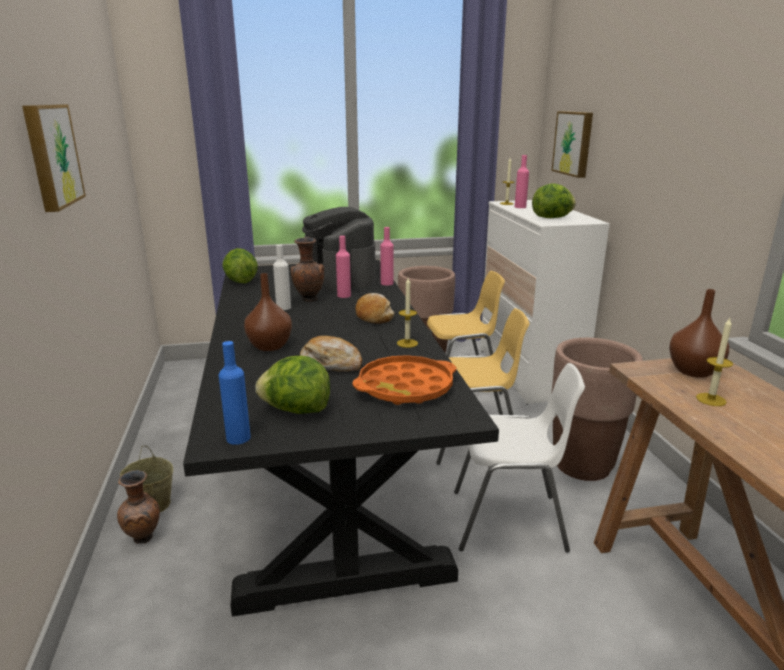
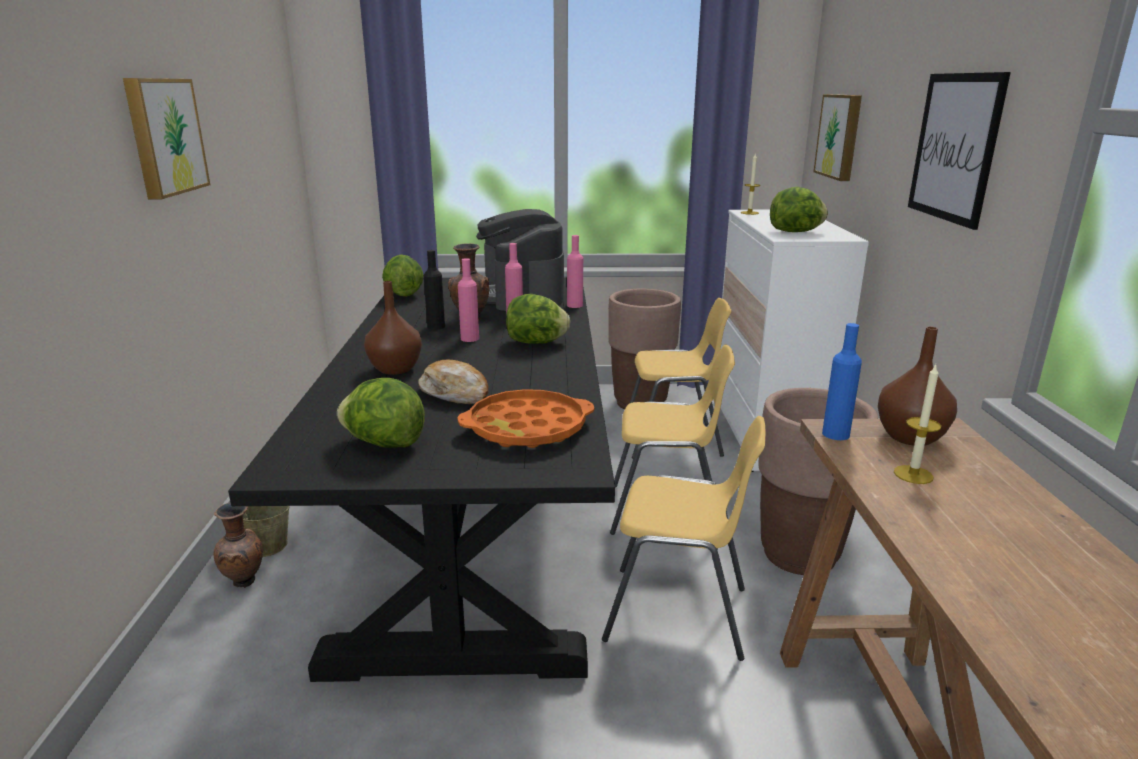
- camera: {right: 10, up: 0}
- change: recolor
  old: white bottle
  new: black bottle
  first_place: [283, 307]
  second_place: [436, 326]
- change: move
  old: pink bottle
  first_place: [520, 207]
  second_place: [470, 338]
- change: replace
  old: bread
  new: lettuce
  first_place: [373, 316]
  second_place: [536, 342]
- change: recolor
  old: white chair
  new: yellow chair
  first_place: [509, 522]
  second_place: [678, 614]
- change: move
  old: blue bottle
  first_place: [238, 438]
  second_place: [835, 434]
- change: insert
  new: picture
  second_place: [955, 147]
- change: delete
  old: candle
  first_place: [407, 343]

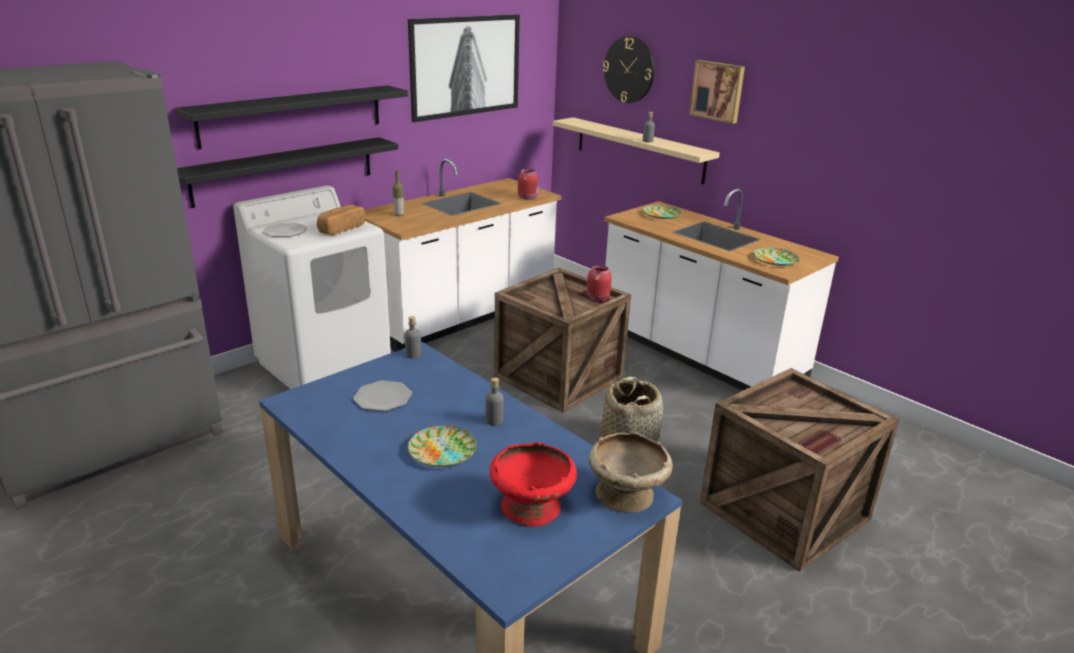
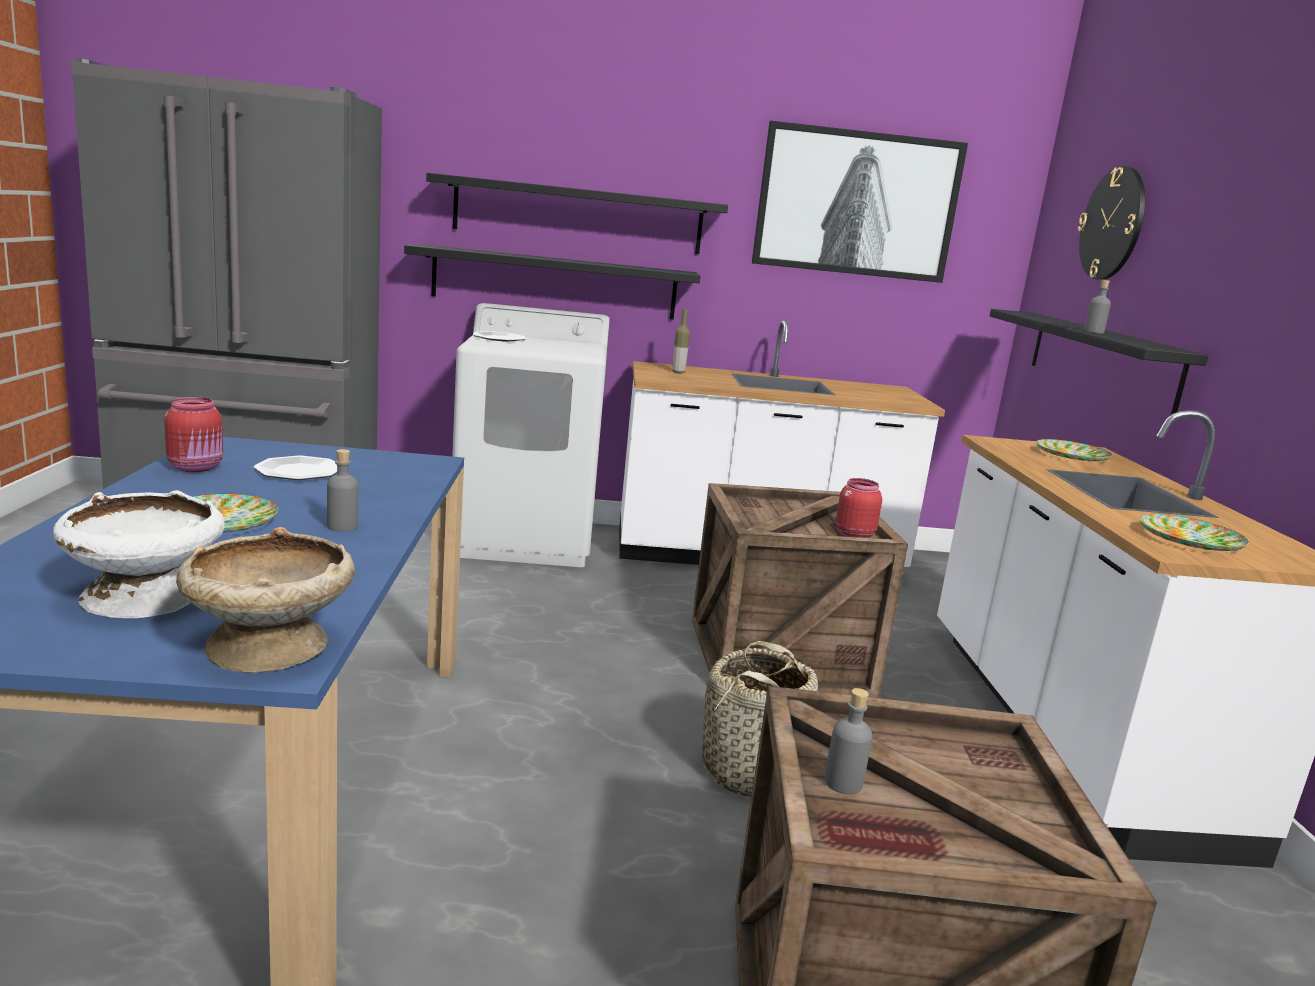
- camera: {right: 40, up: -10}
- change: recolor
  old: red bowl
  new: white bowl
  first_place: [531, 505]
  second_place: [146, 596]
- change: move
  old: red jar
  first_place: [528, 197]
  second_place: [197, 468]
- change: move
  old: grey bottle
  first_place: [413, 354]
  second_place: [843, 783]
- change: recolor
  old: beige shelf
  new: black shelf
  first_place: [639, 149]
  second_place: [1100, 359]
- change: delete
  old: bread
  first_place: [341, 229]
- change: delete
  old: picture
  first_place: [717, 91]

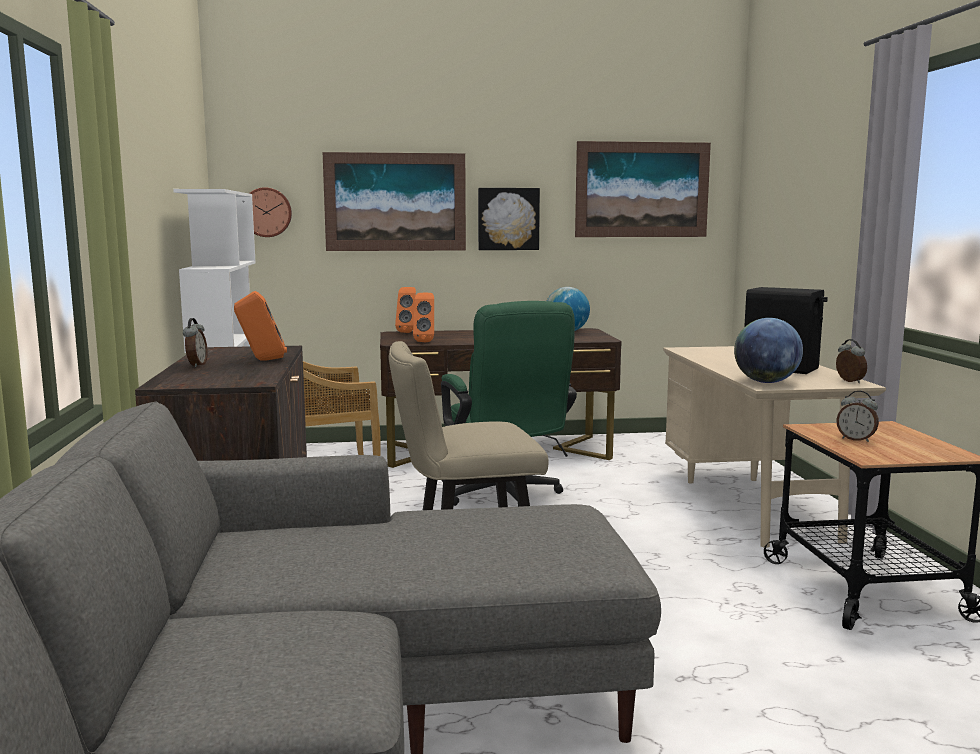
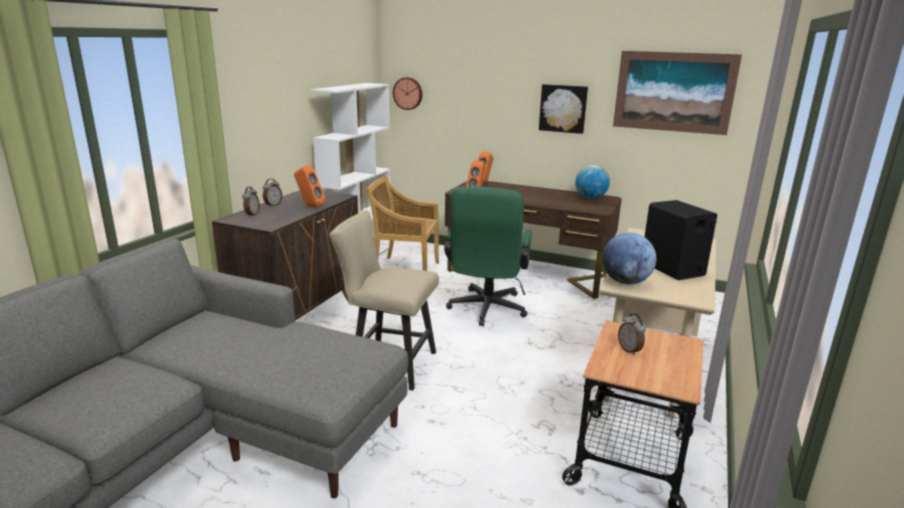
- camera: {right: 30, up: 10}
- change: move
  old: alarm clock
  first_place: [849, 381]
  second_place: [251, 215]
- change: delete
  old: picture
  first_place: [395, 202]

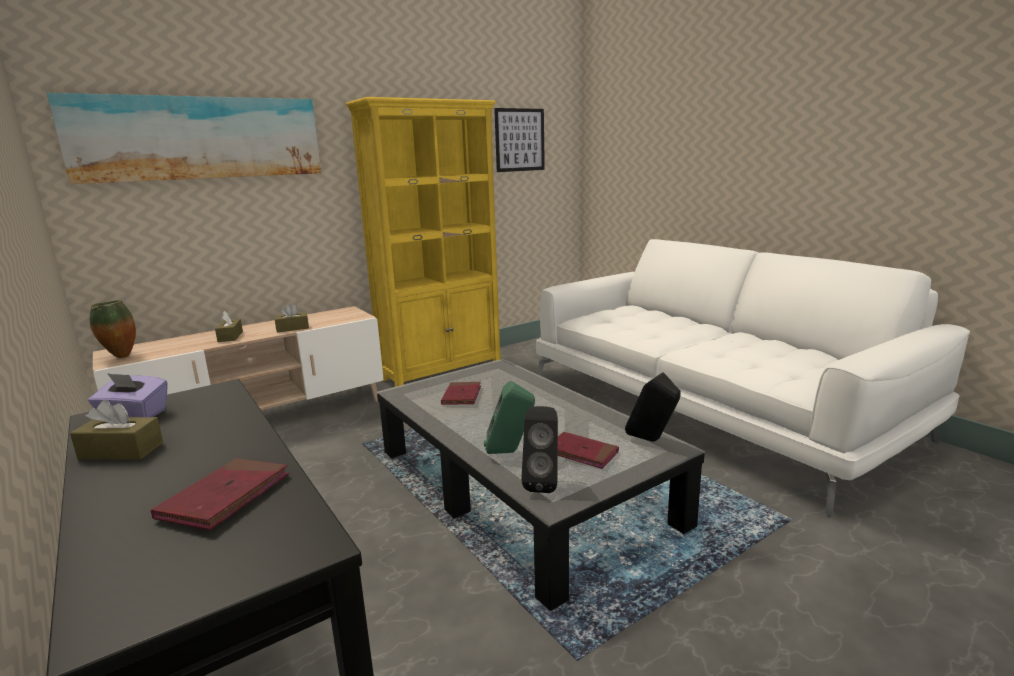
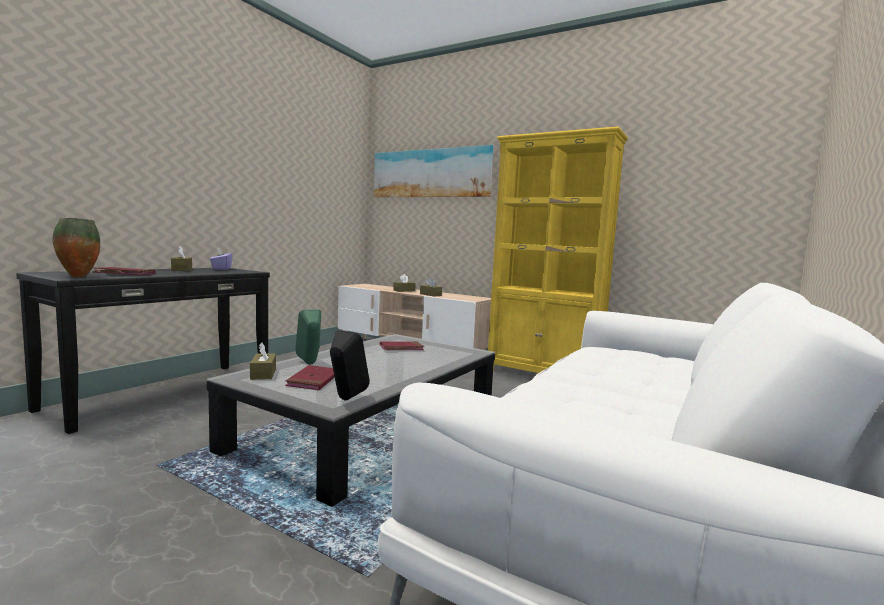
- camera: {right: 65, up: -10}
- change: move
  old: vase
  first_place: [120, 357]
  second_place: [78, 277]
- change: replace
  old: black speaker
  new: brown tissue box
  first_place: [542, 482]
  second_place: [263, 374]
- change: delete
  old: picture
  first_place: [520, 140]

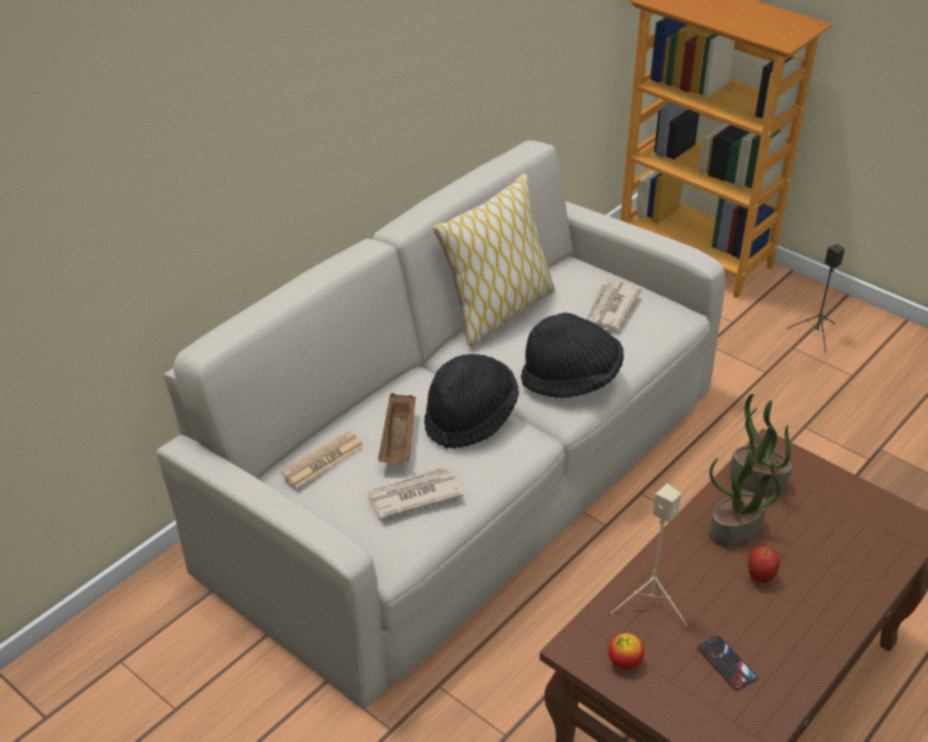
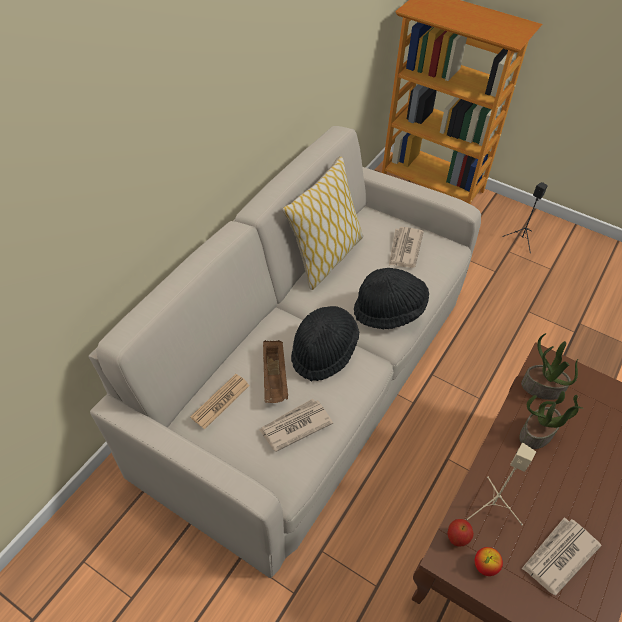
- camera: {right: -10, up: 10}
- change: move
  old: apple
  first_place: [760, 577]
  second_place: [456, 539]
- change: replace
  old: phone
  new: newspaper
  first_place: [726, 663]
  second_place: [558, 556]

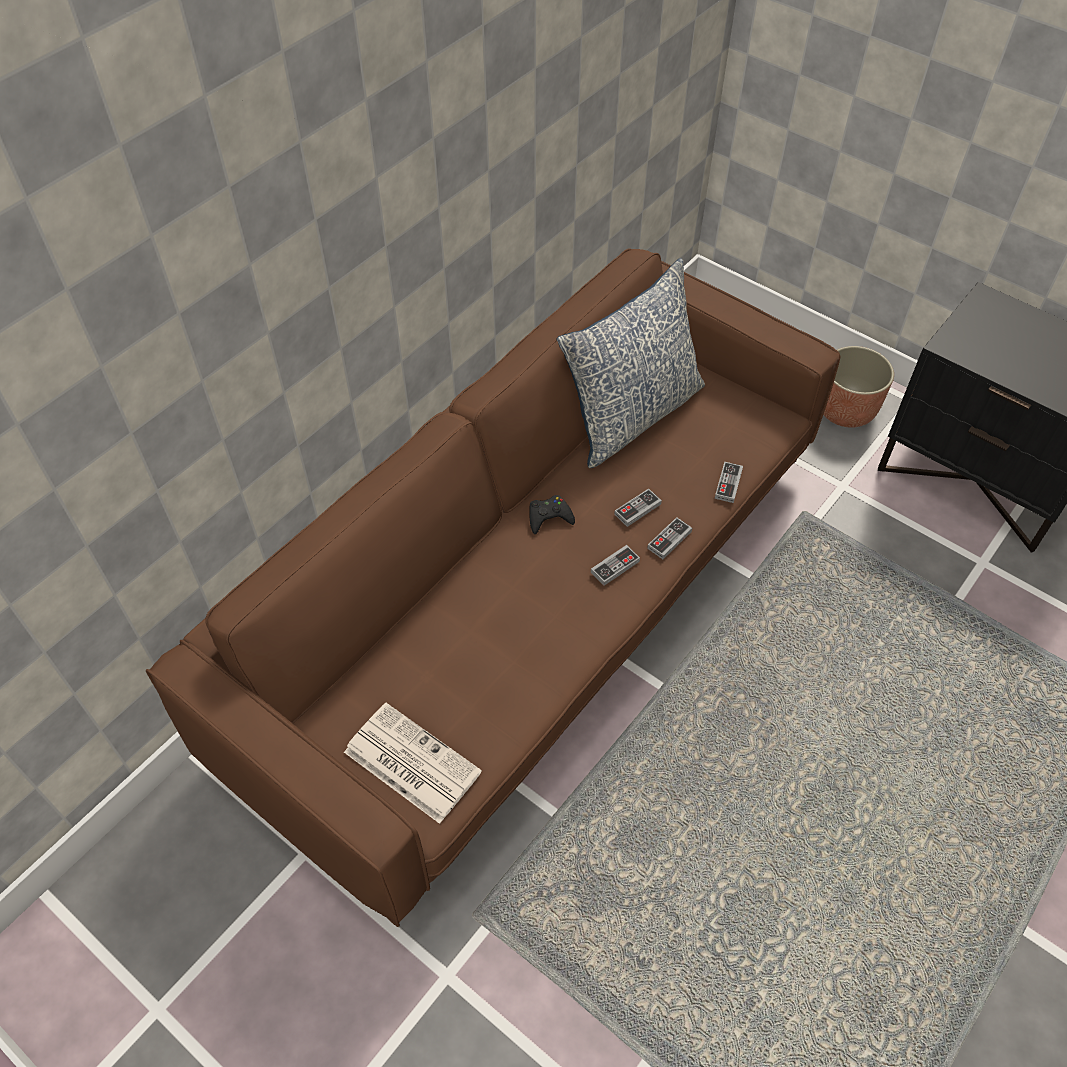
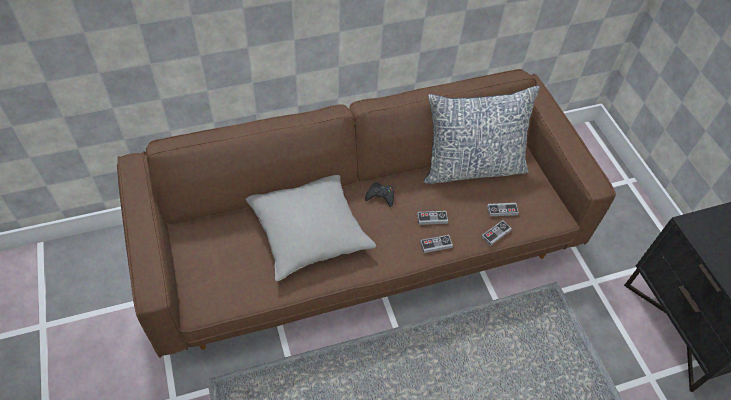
- camera: {right: 30, up: 0}
- change: insert
  new: grey pillow
  second_place: [309, 232]
- change: move
  old: game controller
  first_place: [615, 567]
  second_place: [502, 210]
- change: delete
  old: newspaper
  first_place: [410, 762]
- change: delete
  old: planter
  first_place: [845, 410]

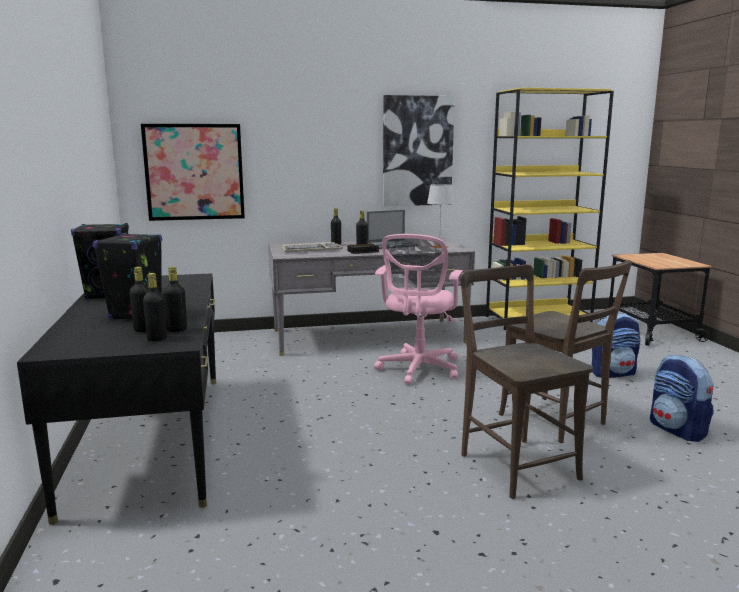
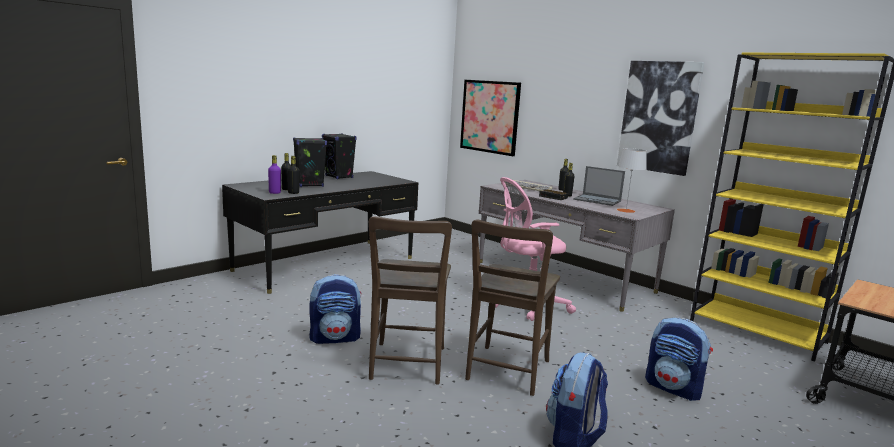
- camera: {right: 55, up: 0}
- change: recolor
  old: black bottle
  new: purple bottle
  first_place: [157, 339]
  second_place: [274, 193]
- change: insert
  new: backpack
  second_place: [335, 338]
- change: rotate
  old: brown chair
  first_place: [515, 463]
  second_place: [407, 366]
  degrees: 150

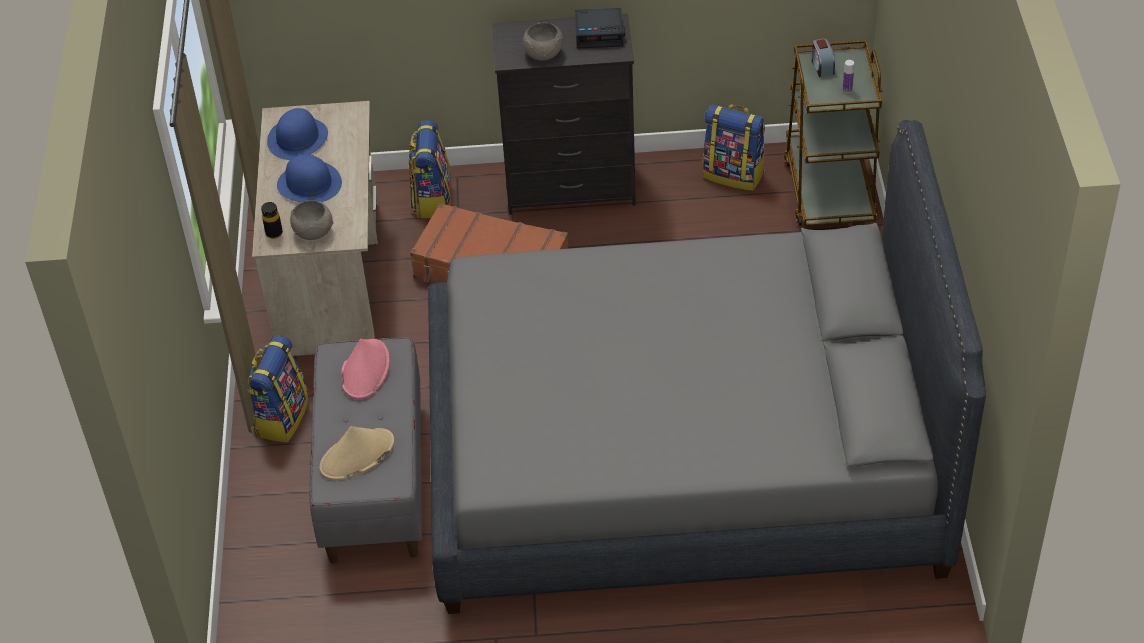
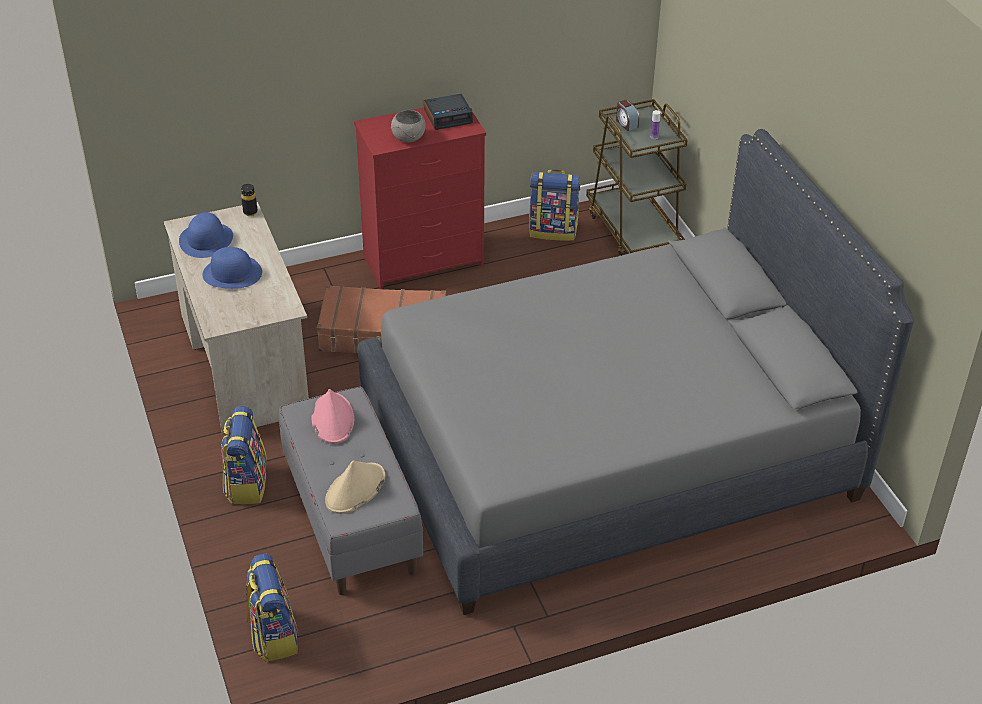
- camera: {right: -20, up: -5}
- change: move
  old: black bottle
  first_place: [274, 233]
  second_place: [250, 212]
- change: move
  old: backpack
  first_place: [432, 199]
  second_place: [273, 635]
- change: recolor
  old: black dresser
  new: red dresser
  first_place: [571, 187]
  second_place: [424, 261]
- change: delete
  old: grey bowl
  first_place: [312, 232]

